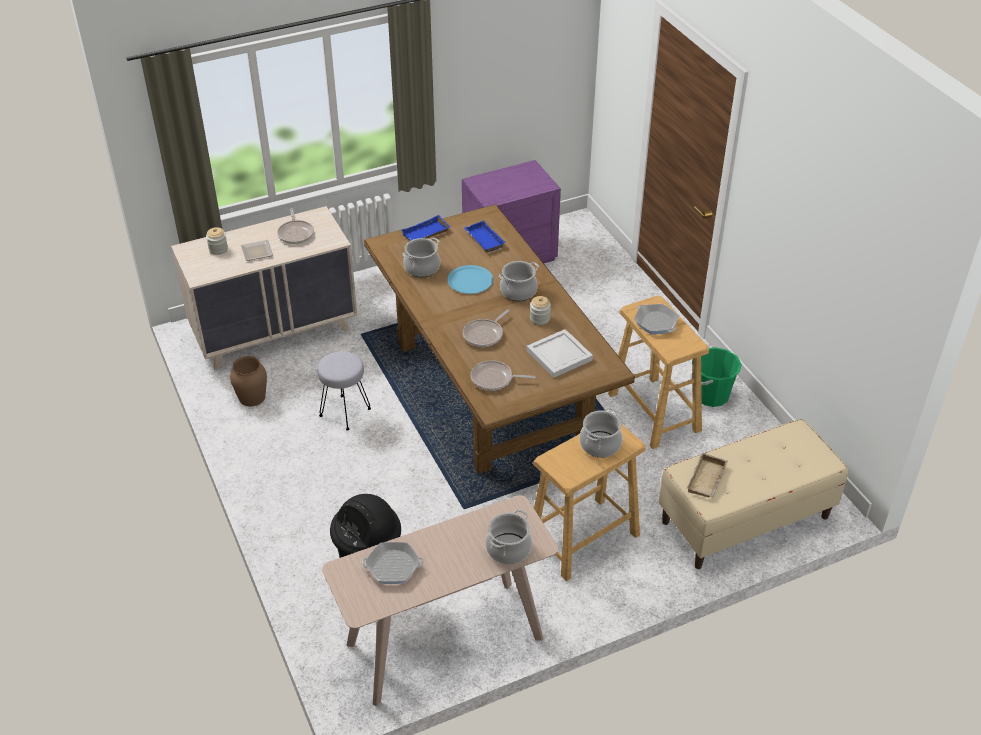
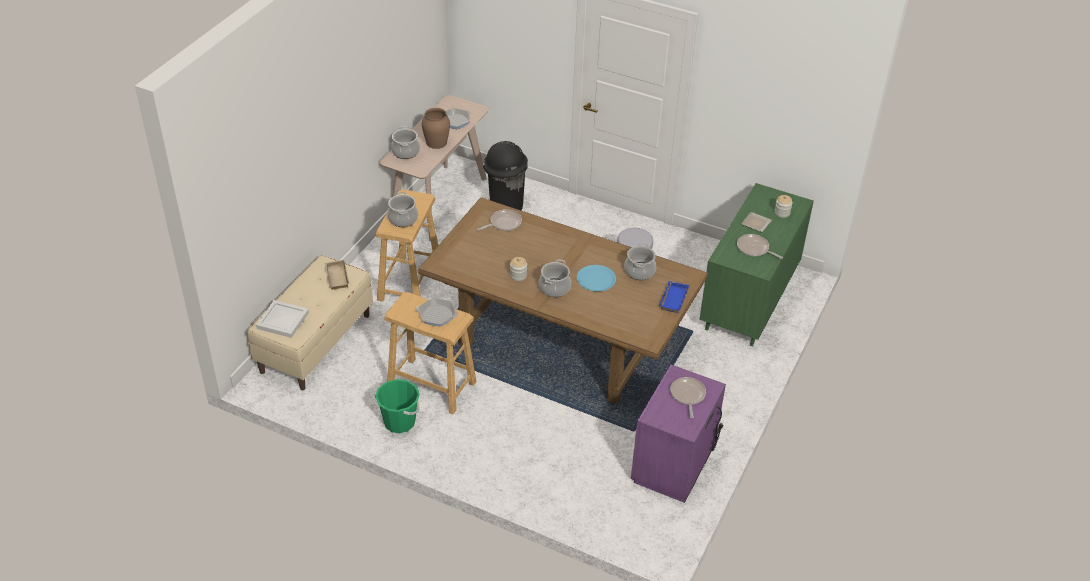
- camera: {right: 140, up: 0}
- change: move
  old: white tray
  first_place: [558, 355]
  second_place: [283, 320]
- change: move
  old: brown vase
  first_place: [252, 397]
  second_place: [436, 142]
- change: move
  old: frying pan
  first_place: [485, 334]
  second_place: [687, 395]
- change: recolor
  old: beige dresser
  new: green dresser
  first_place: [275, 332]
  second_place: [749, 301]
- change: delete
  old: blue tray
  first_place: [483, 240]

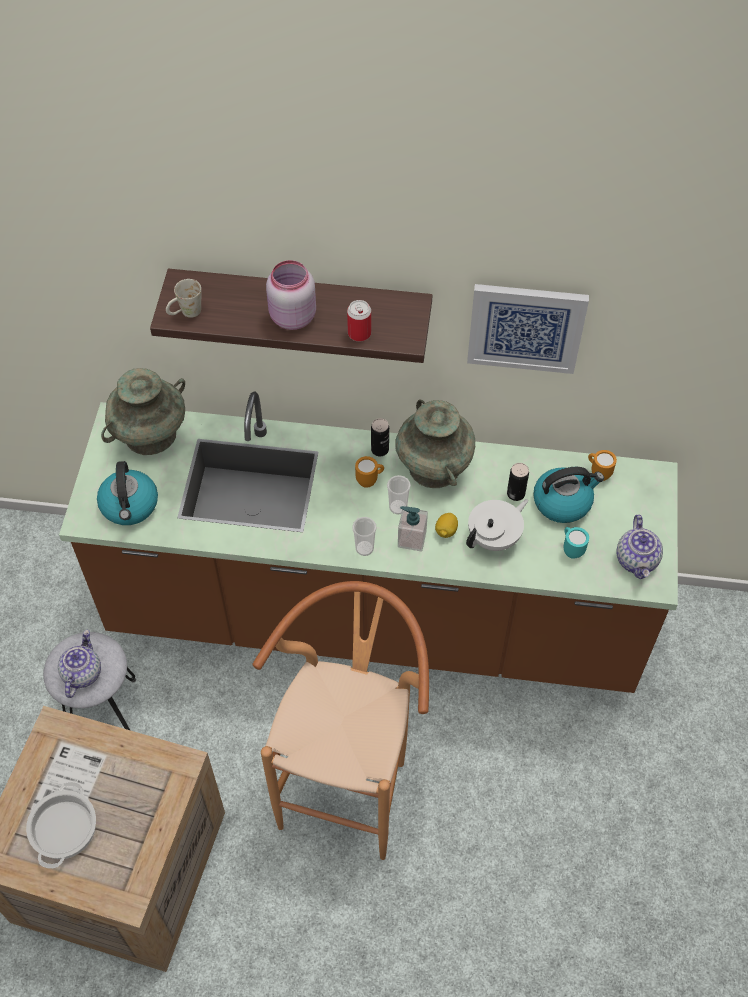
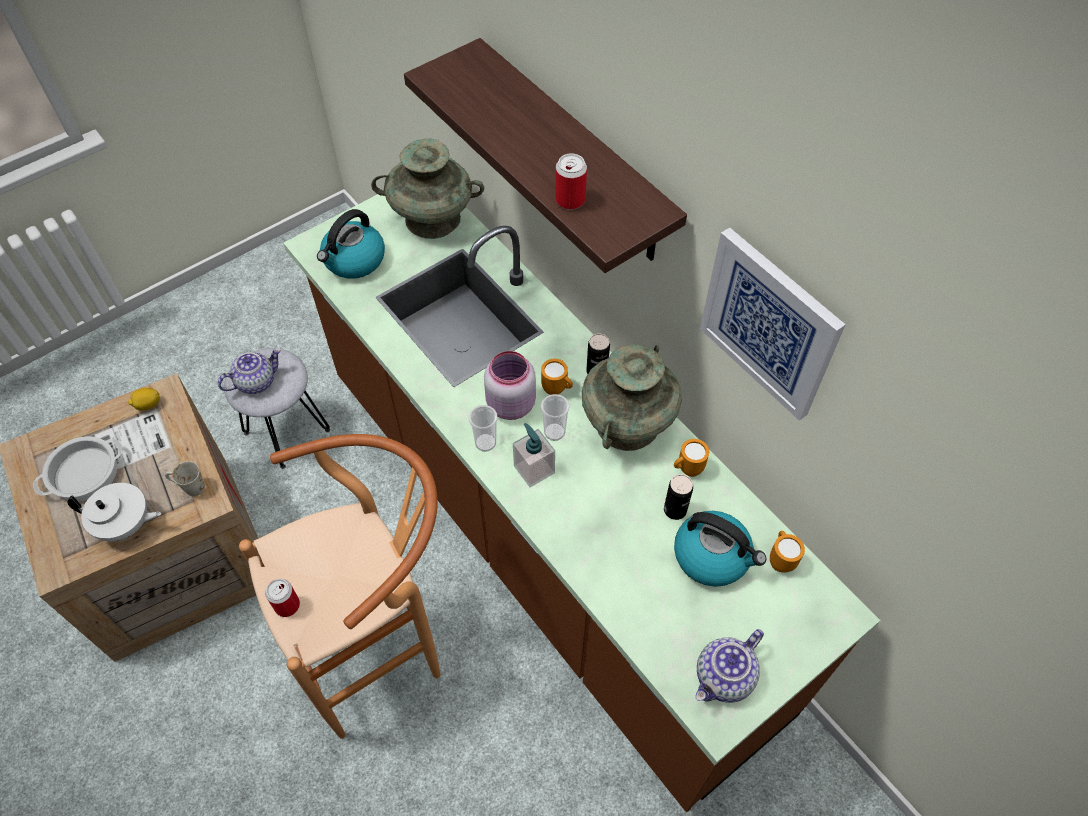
- camera: {right: 45, up: 0}
- change: move
  old: white teapot
  first_place: [494, 538]
  second_place: [126, 525]
- change: move
  old: lemon
  first_place: [446, 531]
  second_place: [148, 405]
- change: move
  old: white mug
  first_place: [185, 313]
  second_place: [189, 487]
- change: insert
  new: can
  second_place: [287, 605]
- change: move
  old: pink jar
  first_place: [291, 317]
  second_place: [509, 403]
- change: insert
  new: orange mug
  second_place: [687, 470]
- change: delete
  old: turquoise mug
  first_place: [571, 549]

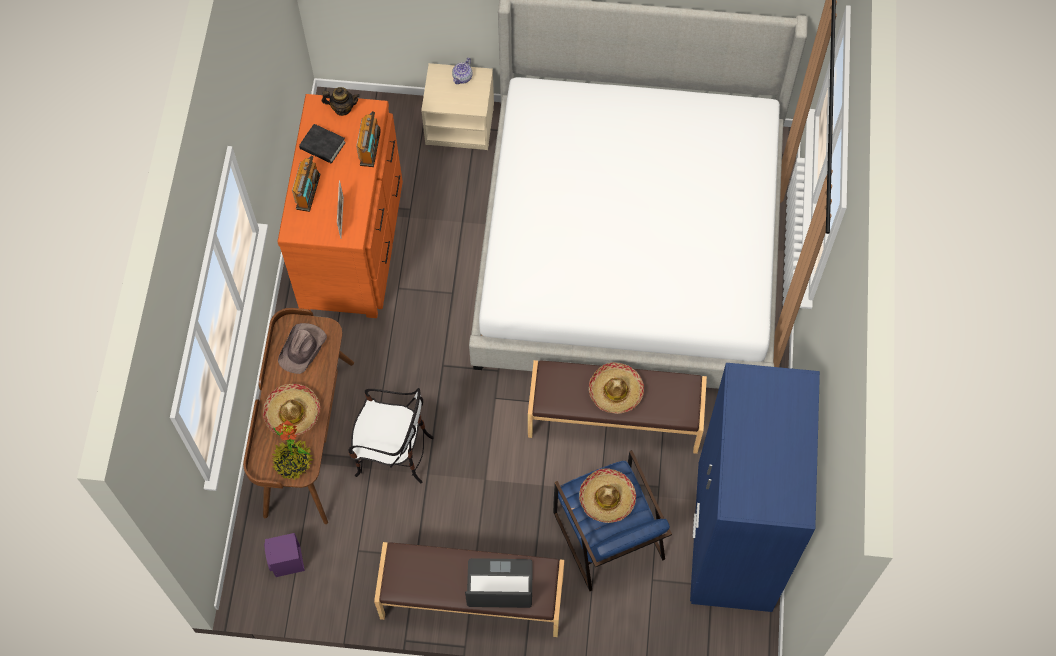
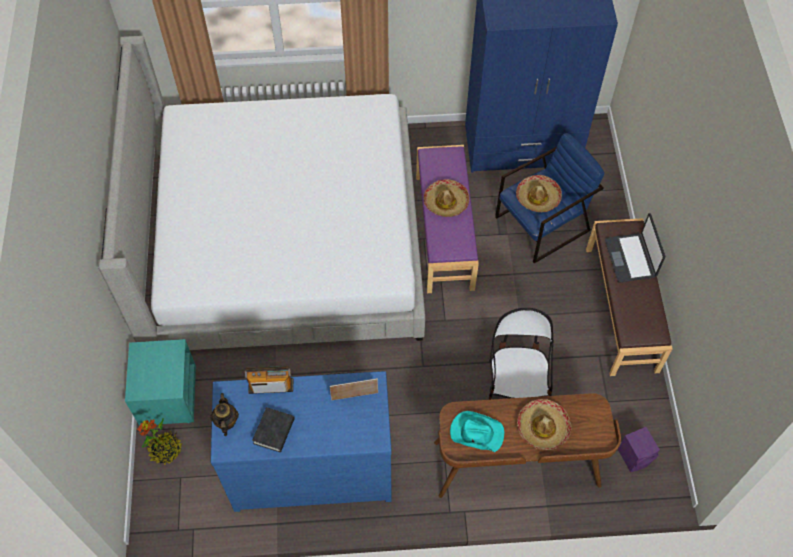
- camera: {right: -100, up: -5}
- change: recolor
  old: beige nightstand
  new: turquoise nightstand
  first_place: [460, 123]
  second_place: [167, 395]
- change: move
  old: potted plant
  first_place: [293, 462]
  second_place: [165, 450]
- change: recolor
  old: orange dresser
  new: blue dresser
  first_place: [353, 243]
  second_place: [311, 466]
- change: recolor
  old: brown bench
  new: purple bench
  first_place: [614, 418]
  second_place: [443, 232]
- change: recolor
  old: brown hat
  new: turquoise hat
  first_place: [303, 349]
  second_place: [476, 432]
- change: delete
  old: radio
  first_place: [308, 191]
- change: delete
  old: teapot
  first_place: [462, 77]

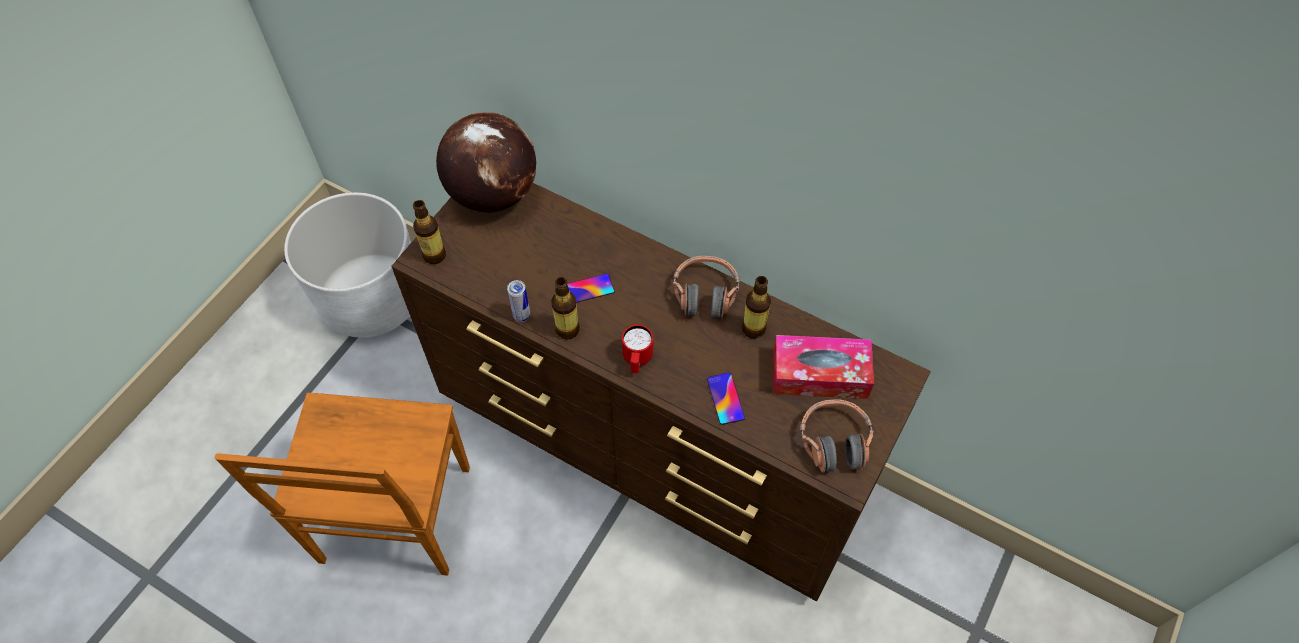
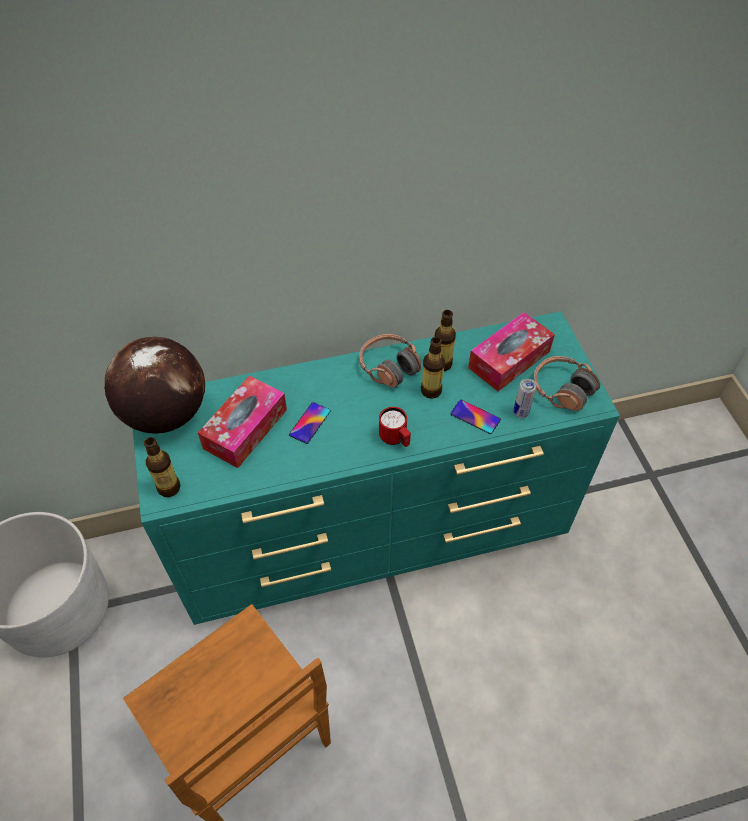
- camera: {right: -45, up: -5}
- change: recolor
  old: brown dresser
  new: turquoise dresser
  first_place: [652, 448]
  second_place: [375, 534]
- change: insert
  new: tissue box
  second_place: [245, 429]
- change: move
  old: bottle
  first_place: [567, 330]
  second_place: [431, 391]
- change: move
  old: can
  first_place: [521, 315]
  second_place: [520, 413]

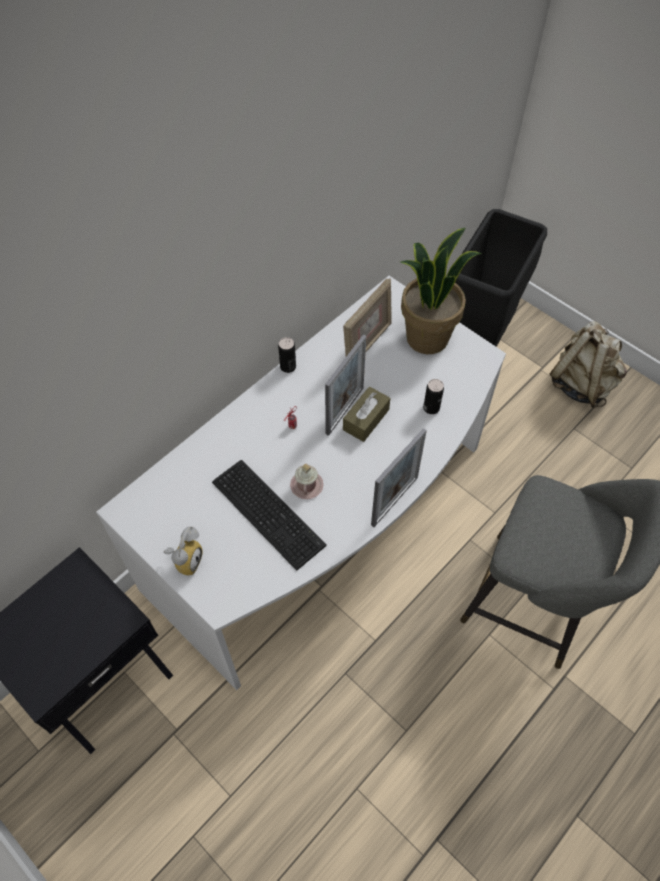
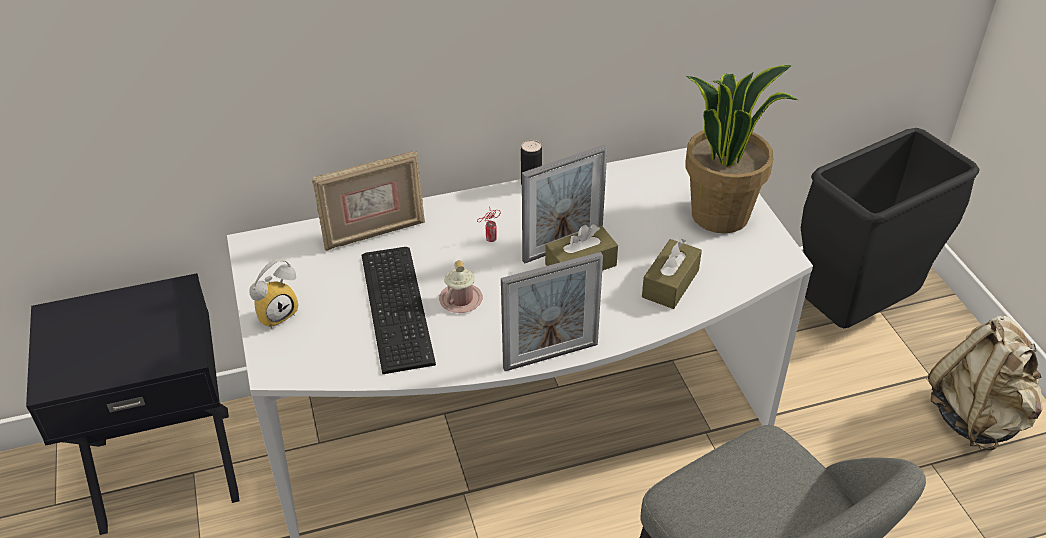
- camera: {right: 30, up: -15}
- change: move
  old: picture frame
  first_place: [367, 344]
  second_place: [374, 233]
- change: replace
  old: can
  new: brown tissue box
  first_place: [431, 408]
  second_place: [670, 283]

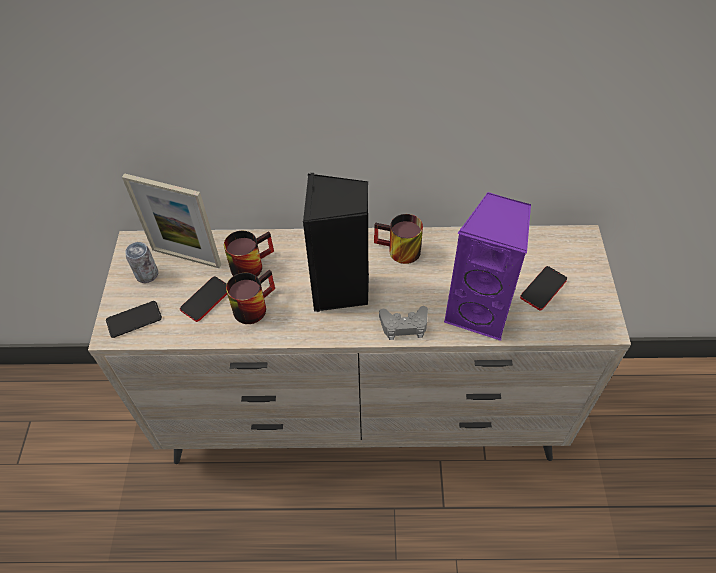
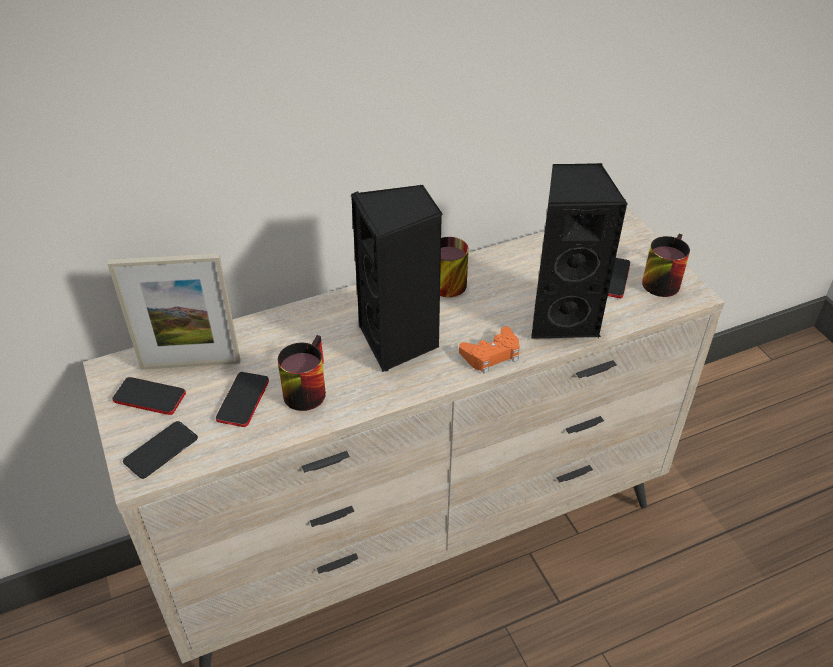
- camera: {right: -25, up: -10}
- change: replace
  old: can
  new: phone
  first_place: [147, 274]
  second_place: [149, 397]
- change: recolor
  old: grey game controller
  new: orange game controller
  first_place: [404, 325]
  second_place: [491, 355]
- change: recolor
  old: purple speaker
  new: black speaker
  first_place: [480, 312]
  second_place: [562, 317]
- change: move
  old: mug
  first_place: [250, 263]
  second_place: [659, 279]

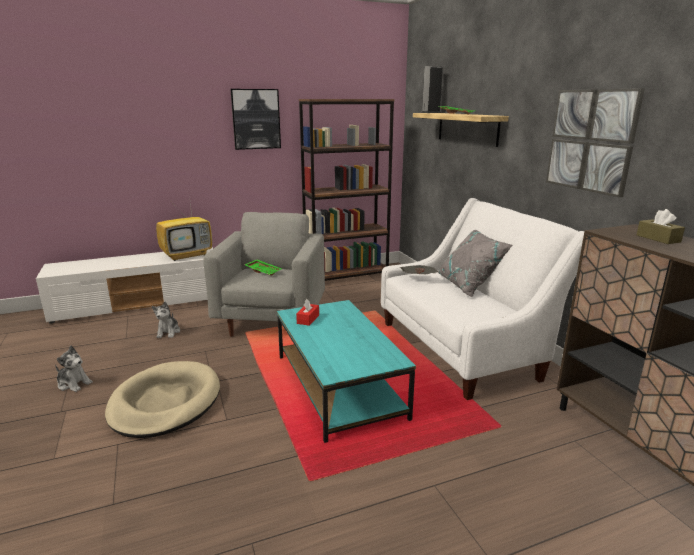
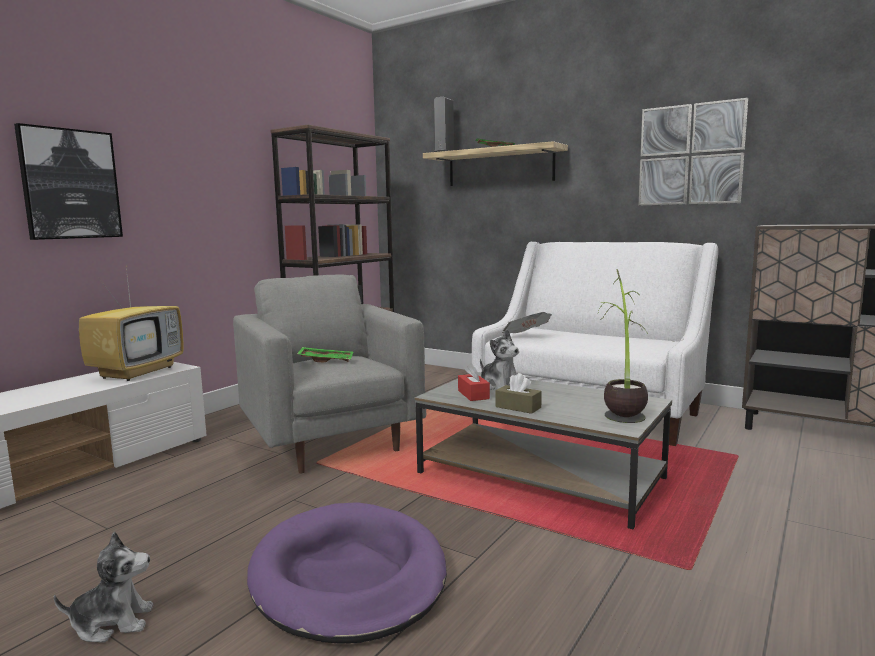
- camera: {right: -35, up: -10}
- change: move
  old: picture
  first_place: [256, 119]
  second_place: [70, 184]
- change: recolor
  old: beige dog bed
  new: purple dog bed
  first_place: [165, 402]
  second_place: [348, 576]
- change: recolor
  old: turquoise coffee table
  new: grey coffee table
  first_place: [339, 386]
  second_place: [541, 476]
- change: move
  old: plush toy
  first_place: [168, 332]
  second_place: [500, 386]
- change: move
  old: brown tissue box
  first_place: [658, 238]
  second_place: [518, 407]
- change: insert
  new: potted plant
  second_place: [622, 408]
- change: delete
  old: grey pillow
  first_place: [469, 286]

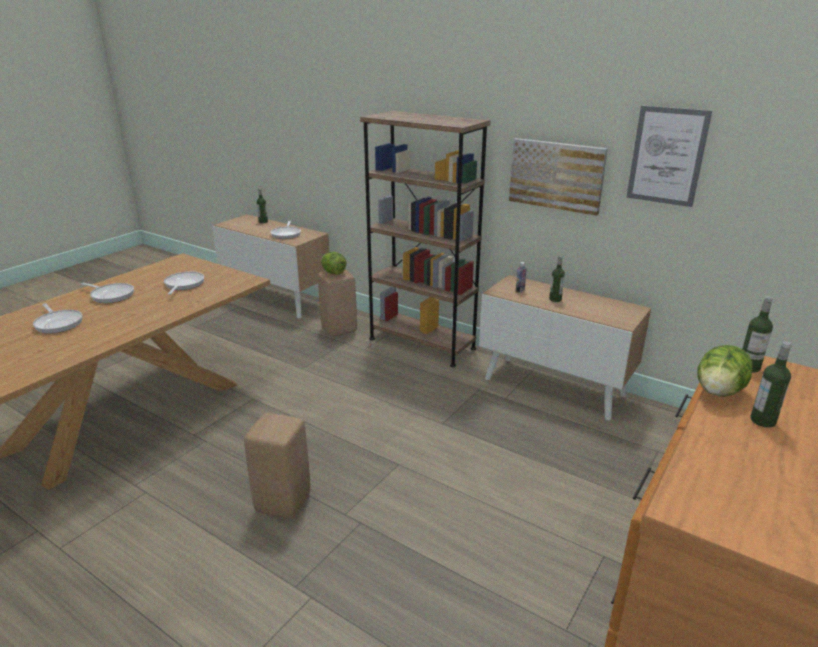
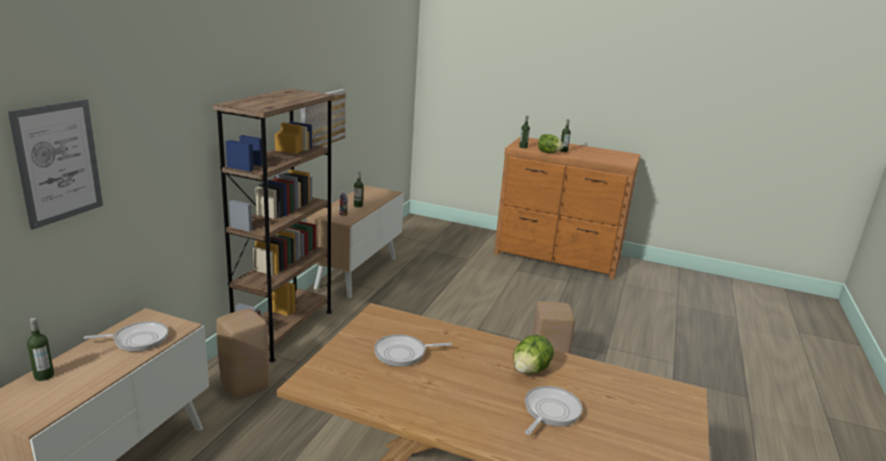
- camera: {right: -105, up: -5}
- change: move
  old: picture
  first_place: [667, 156]
  second_place: [58, 162]
- change: move
  old: lettuce
  first_place: [333, 272]
  second_place: [530, 370]
- change: delete
  old: frying pan
  first_place: [111, 295]

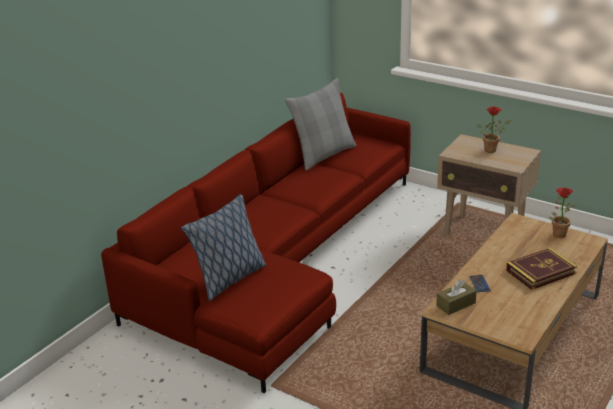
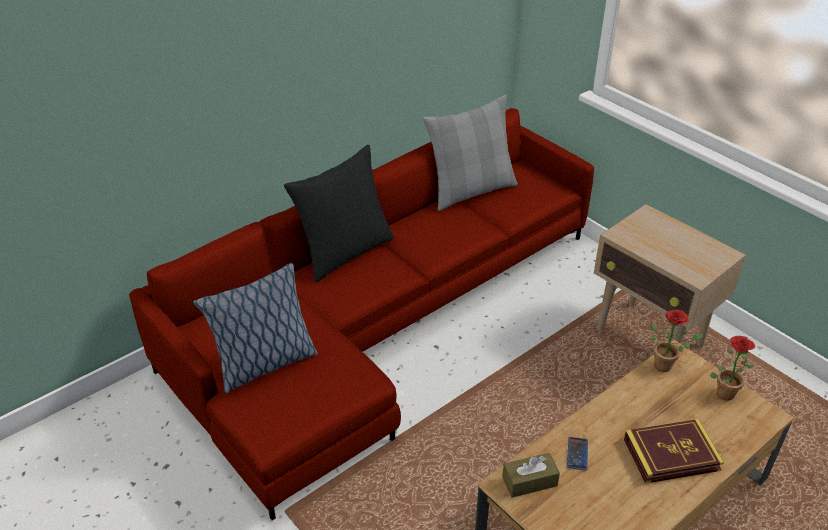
- camera: {right: 15, up: 10}
- change: insert
  new: black pillow
  second_place: [346, 252]
- change: move
  old: potted plant
  first_place: [492, 149]
  second_place: [666, 365]

